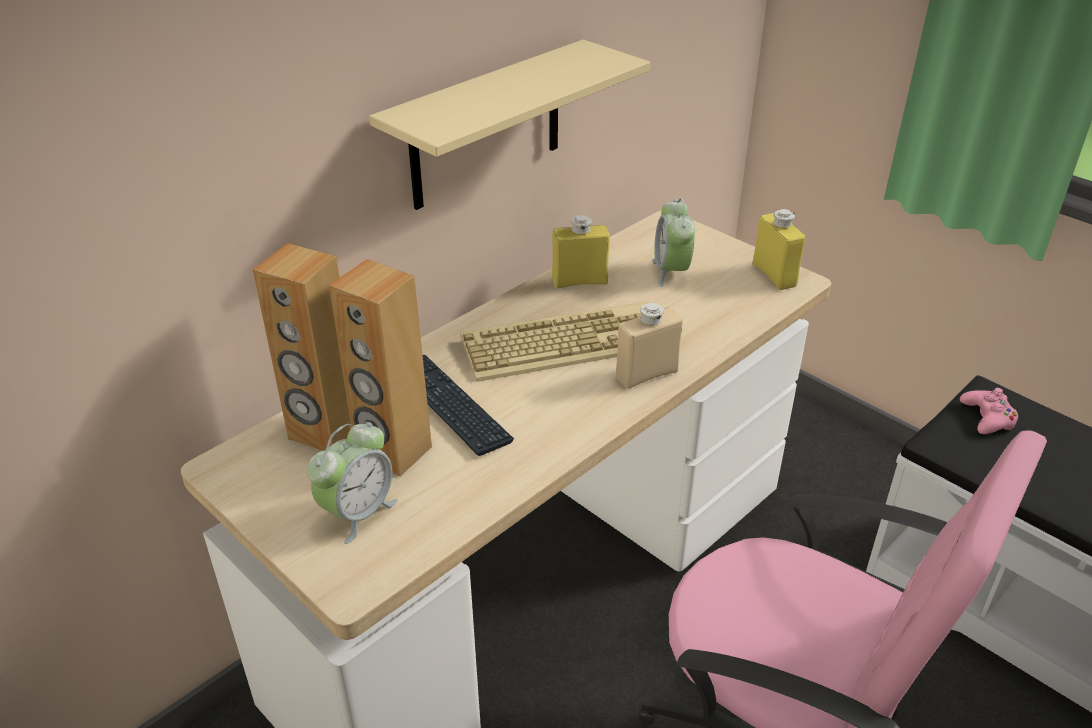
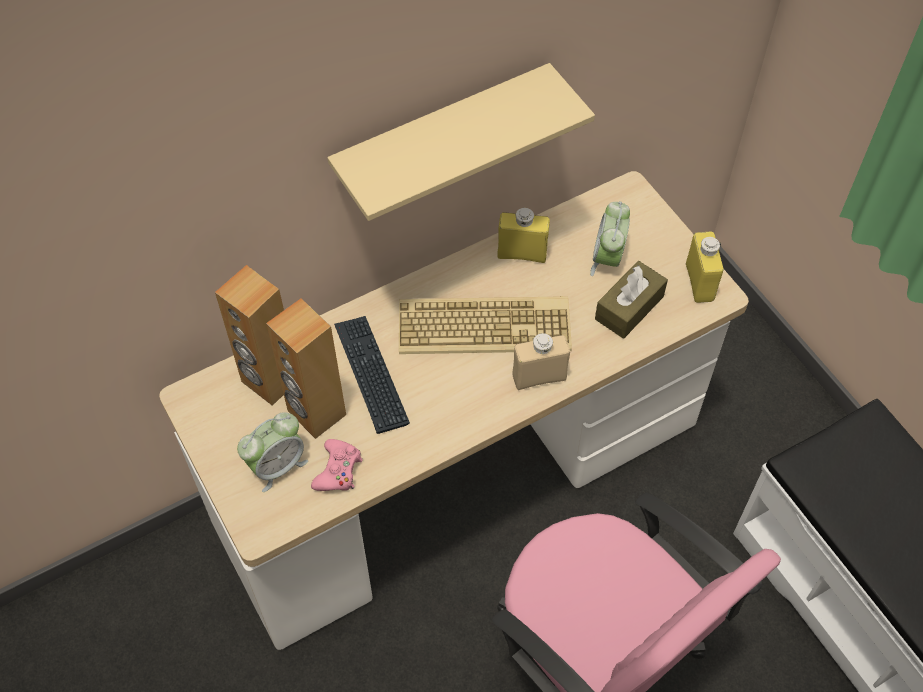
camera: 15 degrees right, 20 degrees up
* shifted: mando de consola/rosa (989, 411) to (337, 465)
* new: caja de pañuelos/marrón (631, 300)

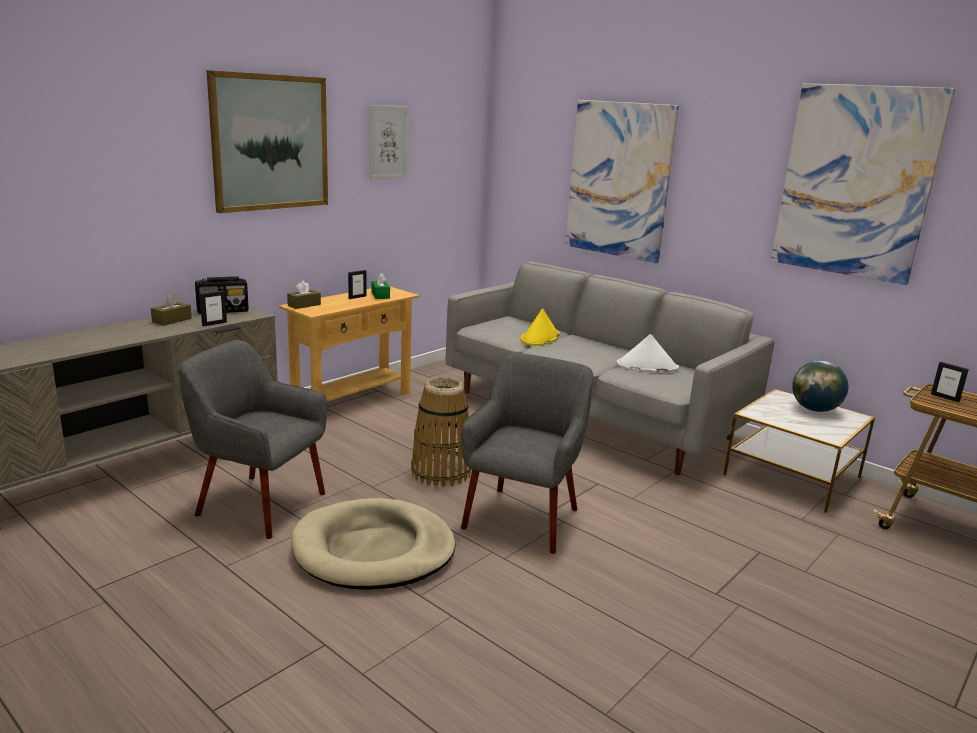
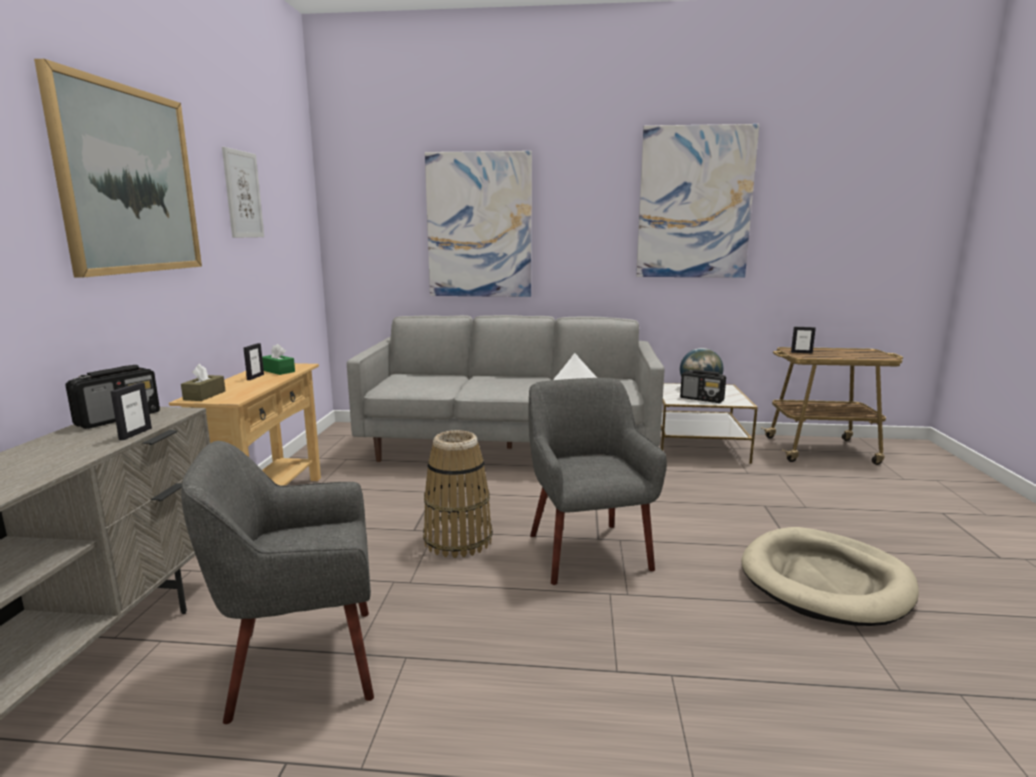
camera: 35 degrees left, 5 degrees down
* gone: caja de pañuelos/marrón (171, 309)
* gone: sombrero/amarillo (540, 327)
* shifted: cama para perro/beis (373, 544) to (830, 576)
* new: radio (703, 386)

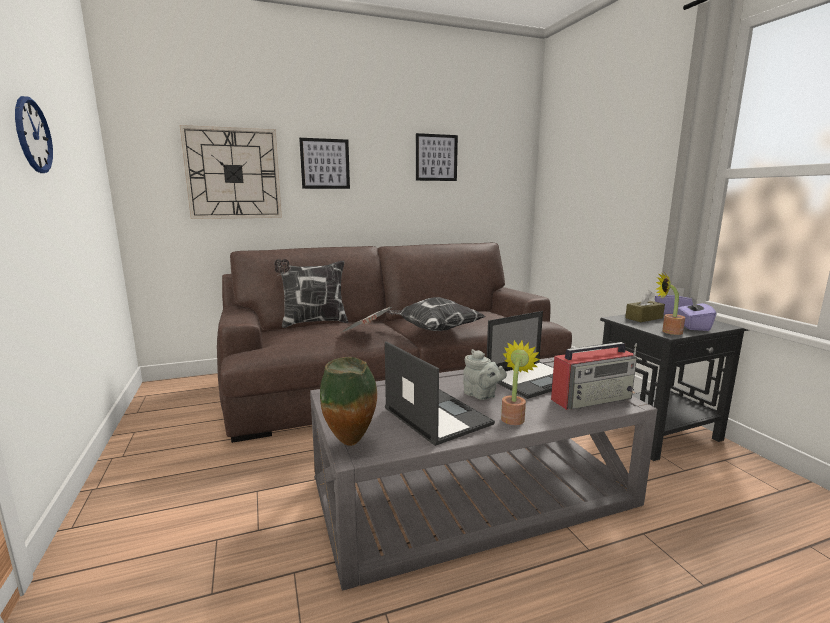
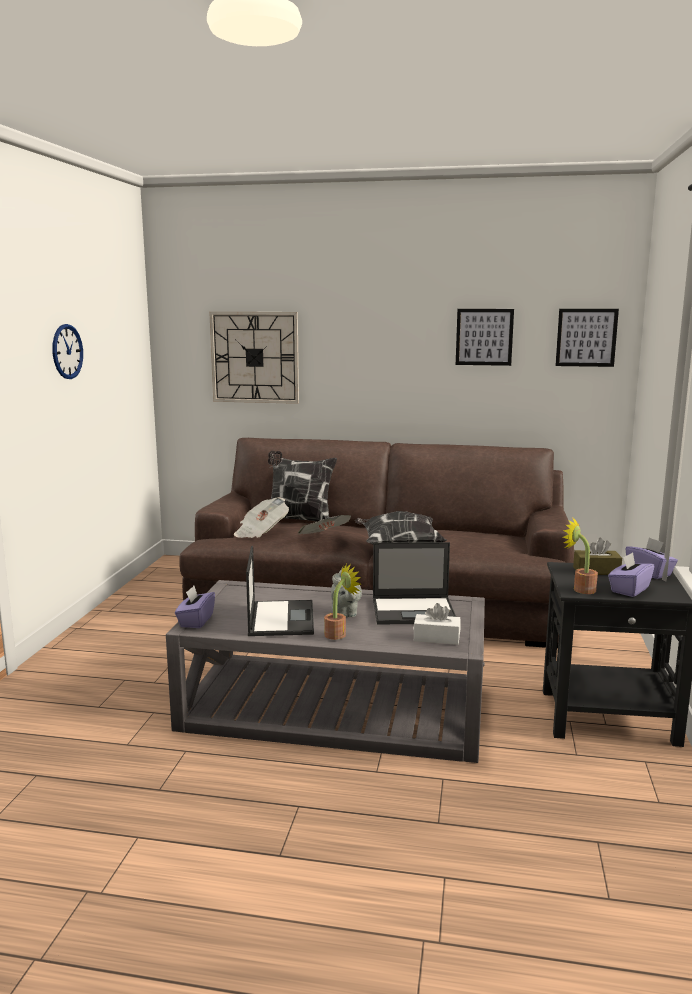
camera: 30 degrees right, 0 degrees up
* shifted: cuadro (324, 163) to (587, 338)
* swapped: radio (594, 376) to caja de pañuelos/blanco (437, 624)
* swapped: florero (348, 401) to caja de pañuelos/morado (195, 607)
* new: periódico (261, 517)

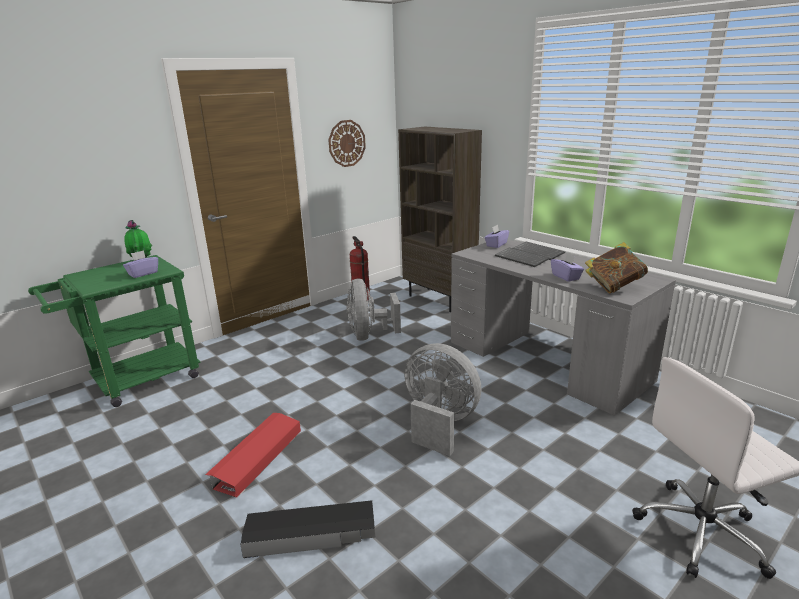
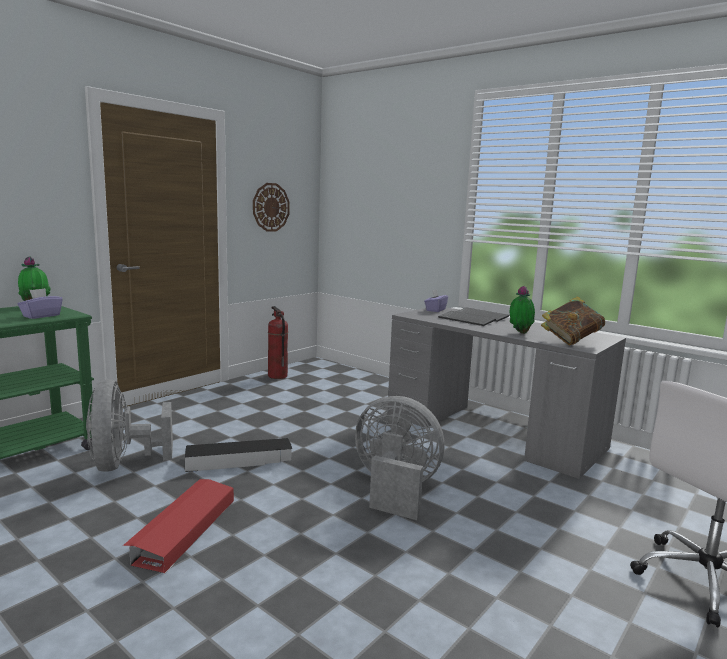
camera: 10 degrees left, 10 degrees down
* gone: estantería/marrón (440, 219)
* swapped: caja de pañuelos/morado (567, 267) to planta en maceta (522, 310)
* shifted: ventilador/gris (373, 310) to (129, 425)
* shifted: caja de almacenaje/negro (307, 529) to (238, 455)

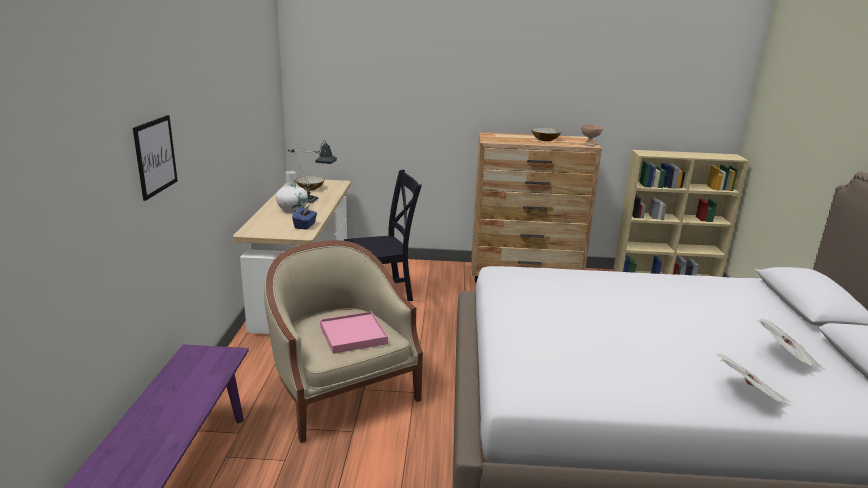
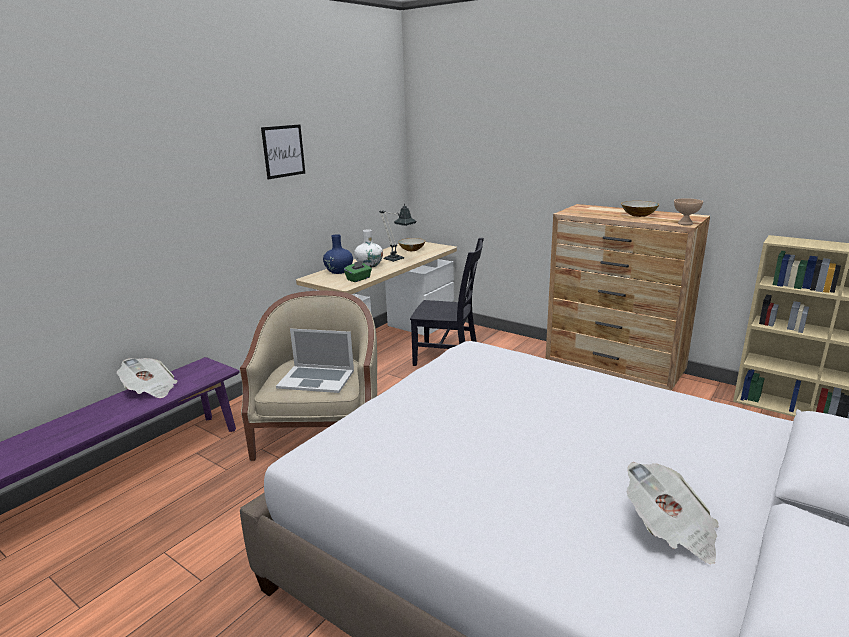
camera: 35 degrees right, 0 degrees up
* shifted: cuadro (155, 158) to (283, 151)
* repainted: caja de pañuelos/azul (304, 218) to caja de pañuelos/verde (358, 271)
* swapped: bandeja/rosa (354, 332) to portátil (315, 361)
* shifted: periódico (754, 379) to (147, 378)
* new: florero/azul (338, 254)

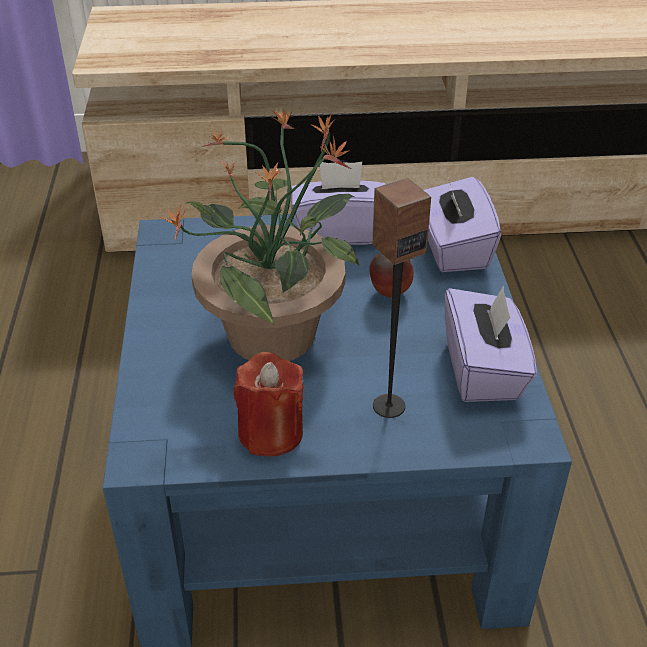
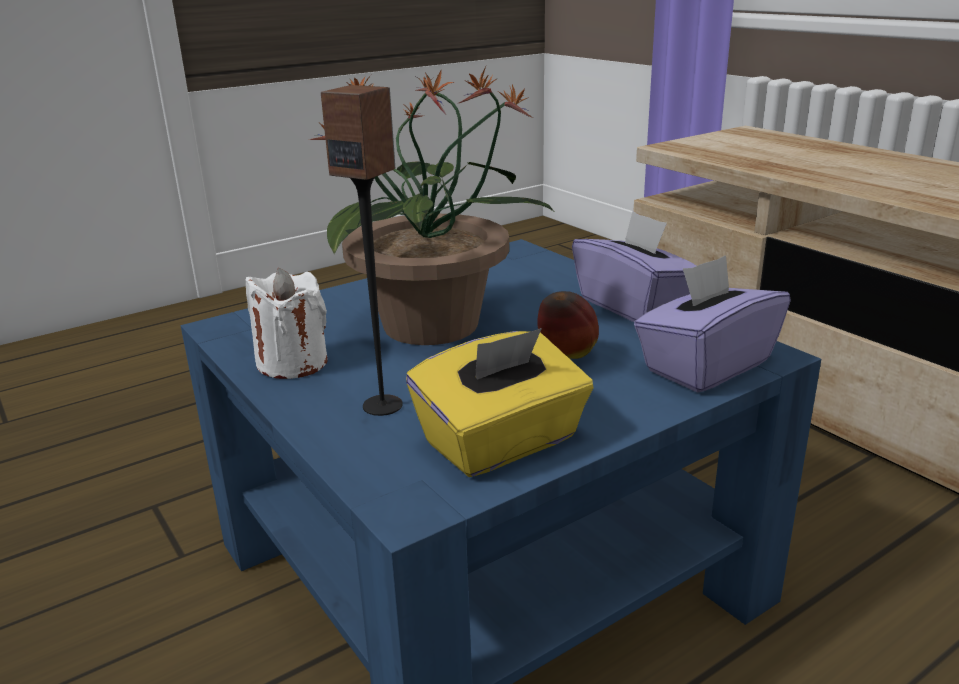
camera: 60 degrees right, 15 degrees down
* repainted: caja de pañuelos/morado (490, 343) to caja de pañuelos/amarillo (500, 402)
* repainted: vela/rojo (269, 404) to vela/blanco (287, 323)

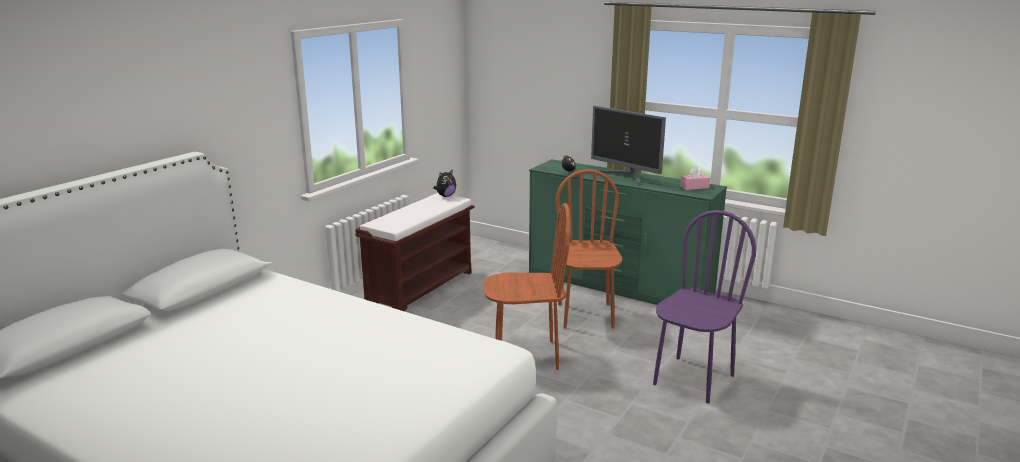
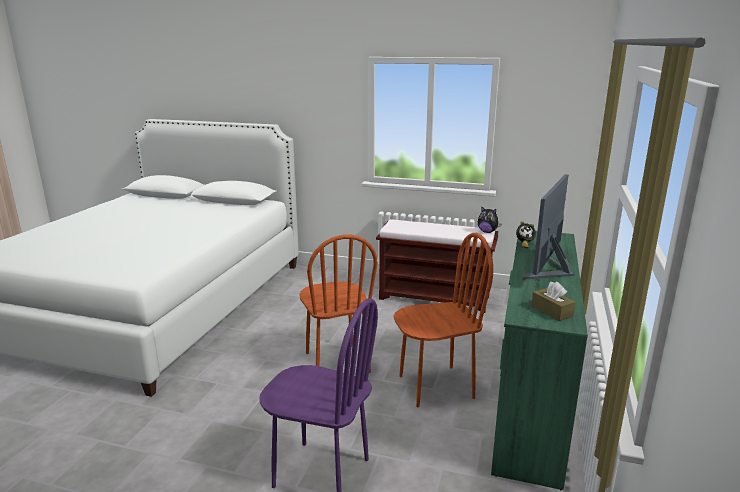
camera: 75 degrees right, 0 degrees up
* repainted: caja de pañuelos/rosa (695, 178) to caja de pañuelos/marrón (554, 301)

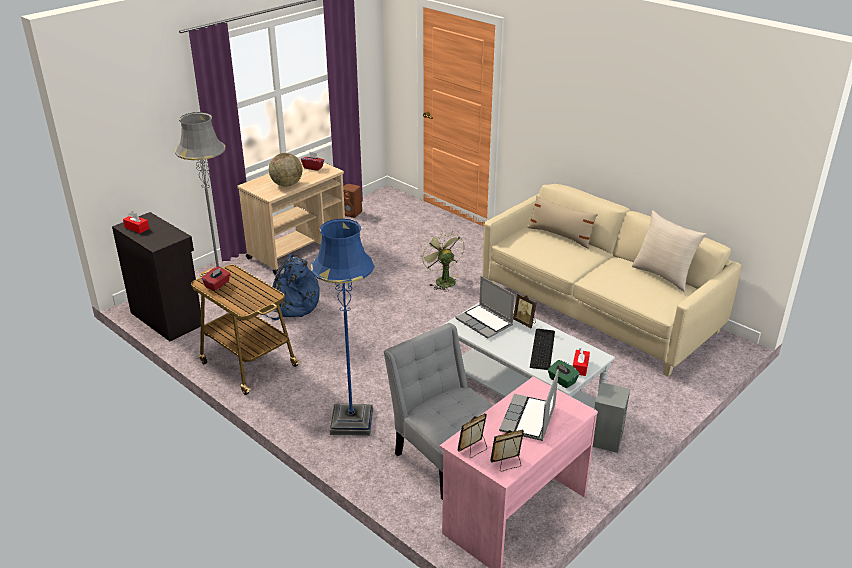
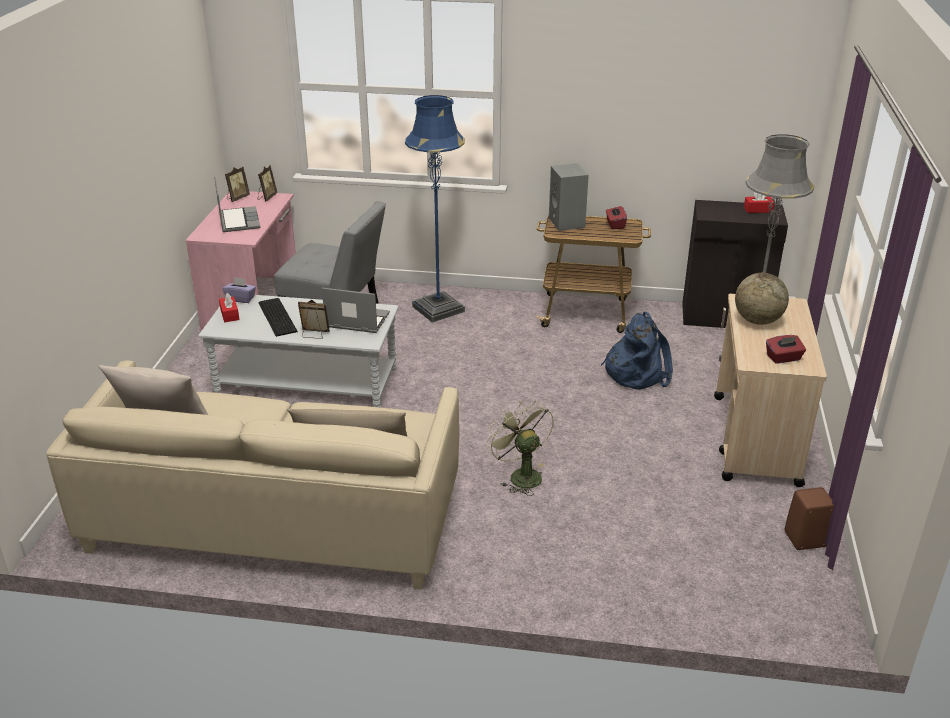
camera: 145 degrees right, 0 degrees up
* rotated: ventilador/verde (442, 261) = (520, 448) 150 degrees counterclockwise
* repainted: caja de pañuelos/verde (564, 374) to caja de pañuelos/morado (239, 290)
* shifted: altavoz/gris (611, 417) to (569, 197)

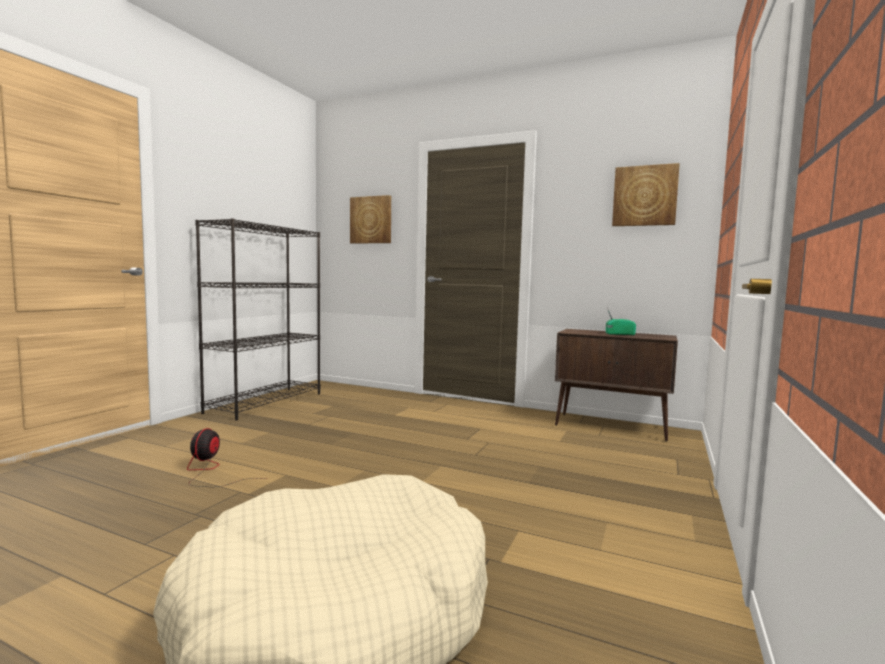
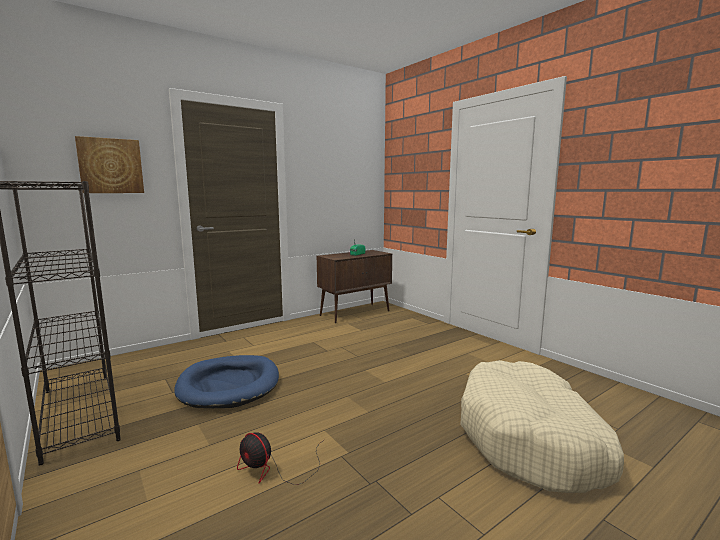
camera: 60 degrees left, 5 degrees up
* gone: cuadro (646, 194)
* new: cama para perro/azul (226, 381)

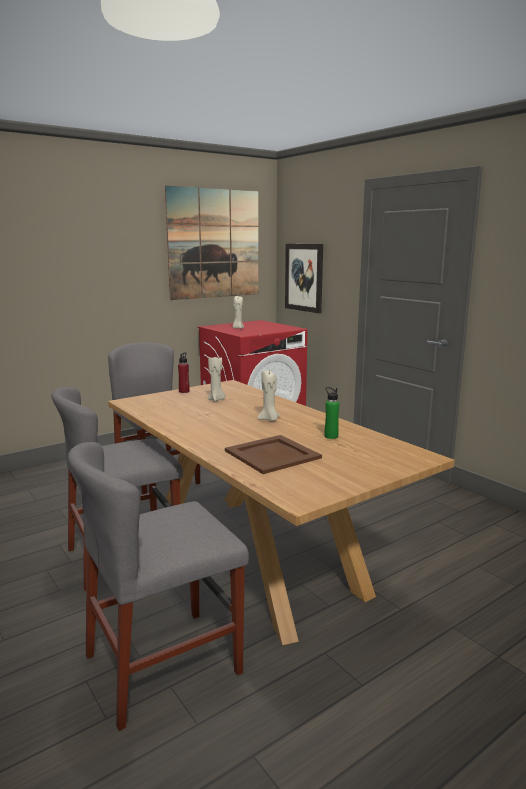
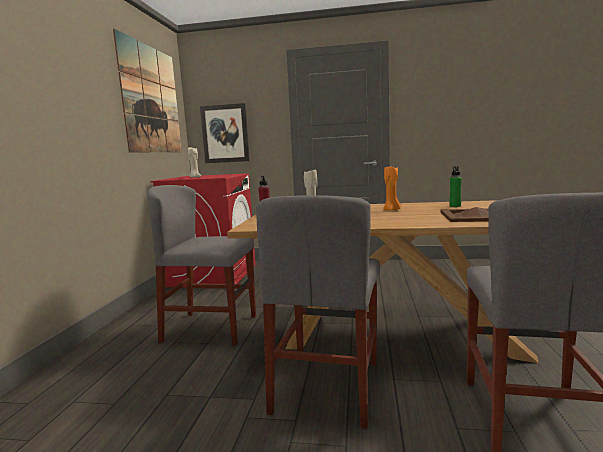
camera: 45 degrees left, 5 degrees down
* repainted: vela/beis (268, 395) to vela/naranja (392, 188)

